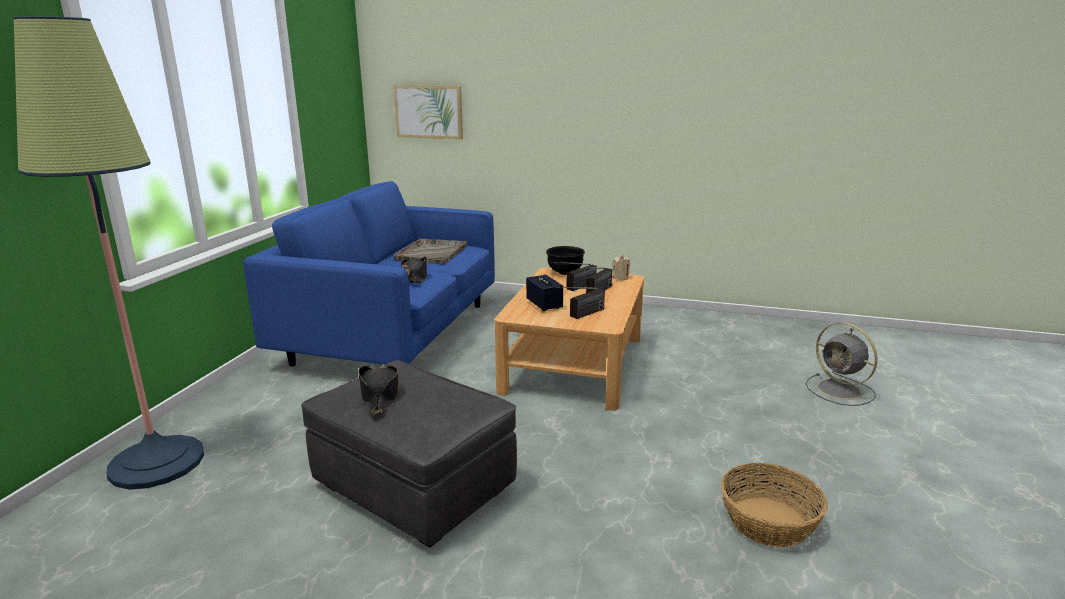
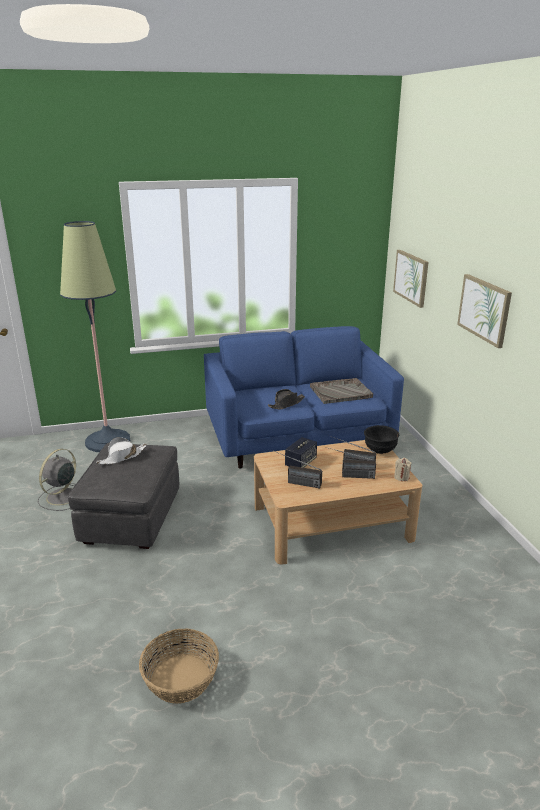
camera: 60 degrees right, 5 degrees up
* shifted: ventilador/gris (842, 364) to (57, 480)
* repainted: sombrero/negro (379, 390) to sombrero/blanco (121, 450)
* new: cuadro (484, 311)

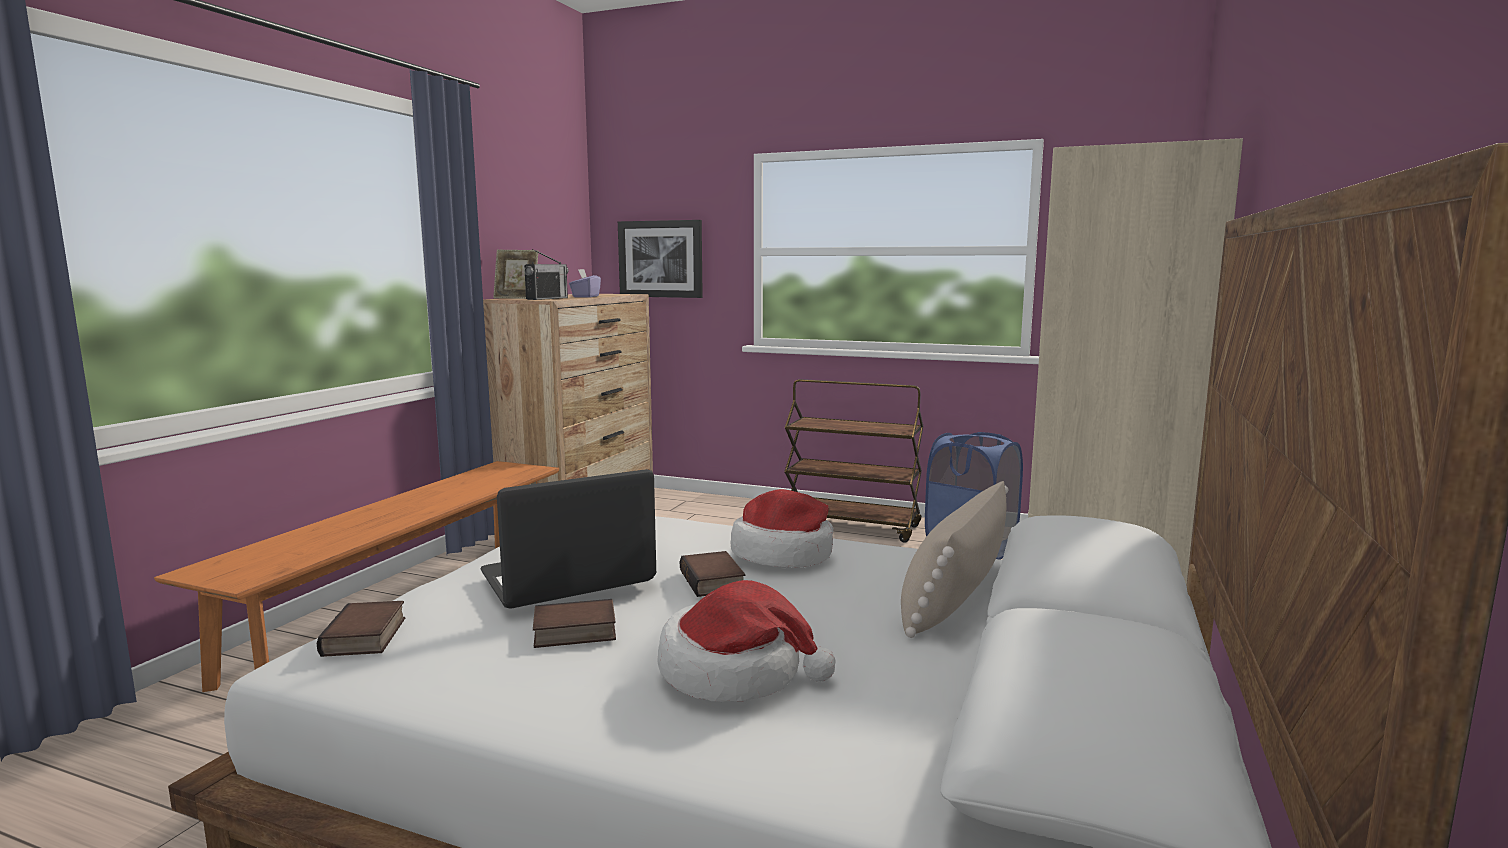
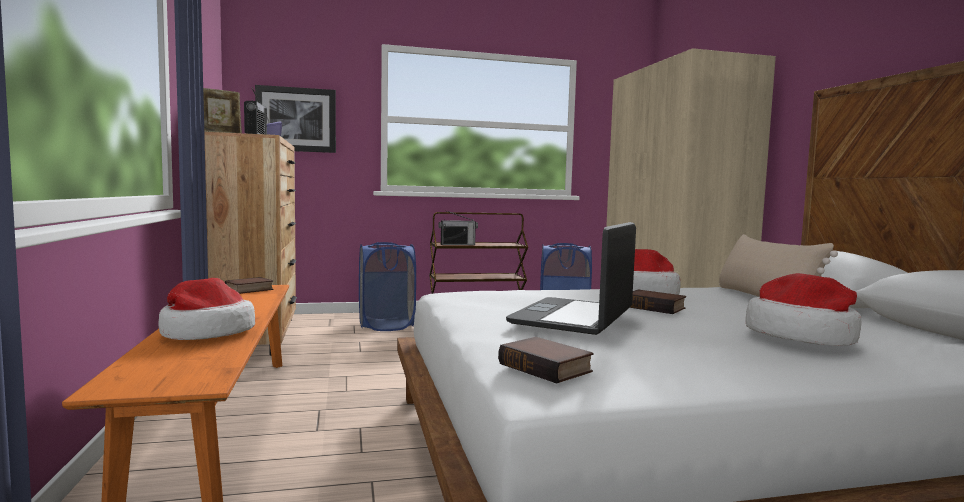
camera: 35 degrees left, 5 degrees down
* shifted: libro (574, 623) to (249, 285)
* new: radio (458, 227)
* new: cesto de la ropa/azul (387, 286)
* new: sombrero (207, 309)

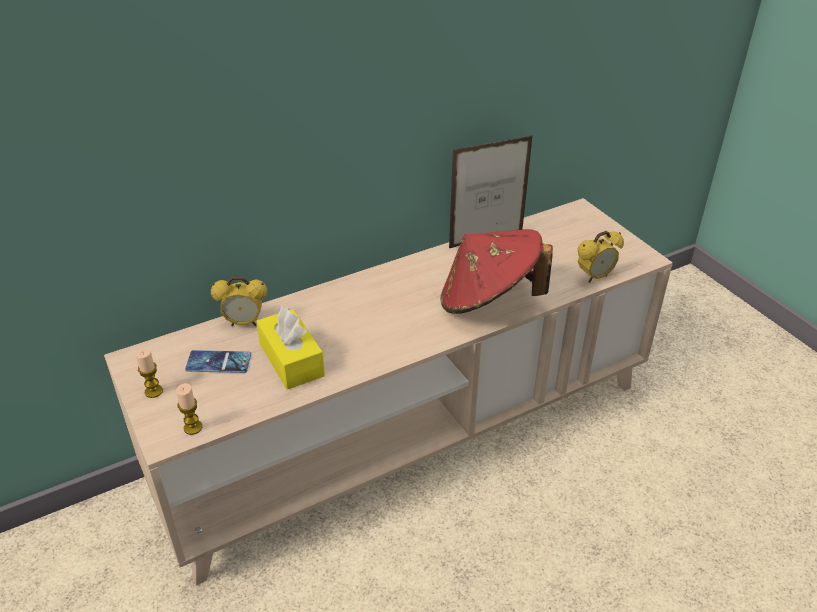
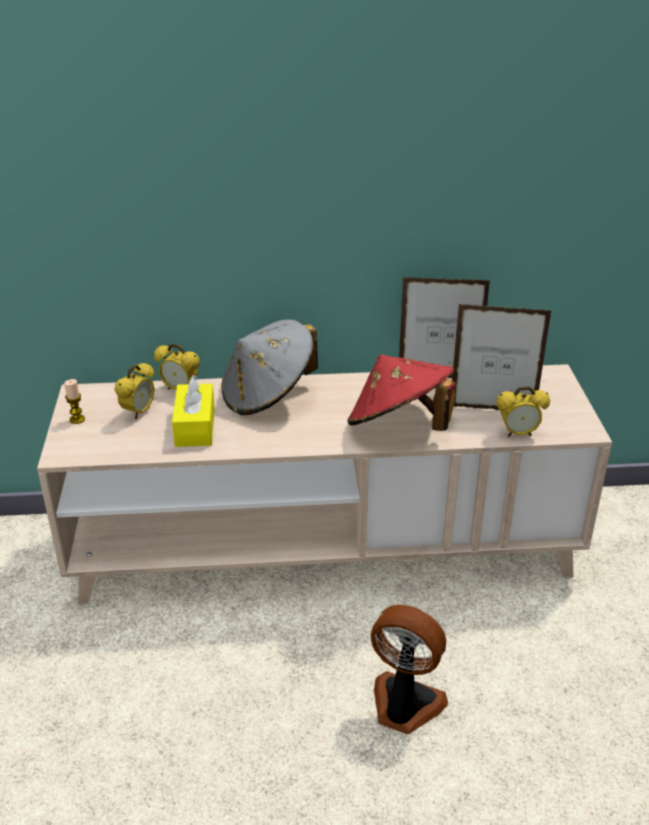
camera: 25 degrees right, 5 degrees down
* swapped: móvil (218, 361) to despertador (135, 390)
* gone: vela (189, 409)
* new: portarretratos (502, 357)
* new: sombrero/gris (270, 367)
* new: ventilador (409, 669)

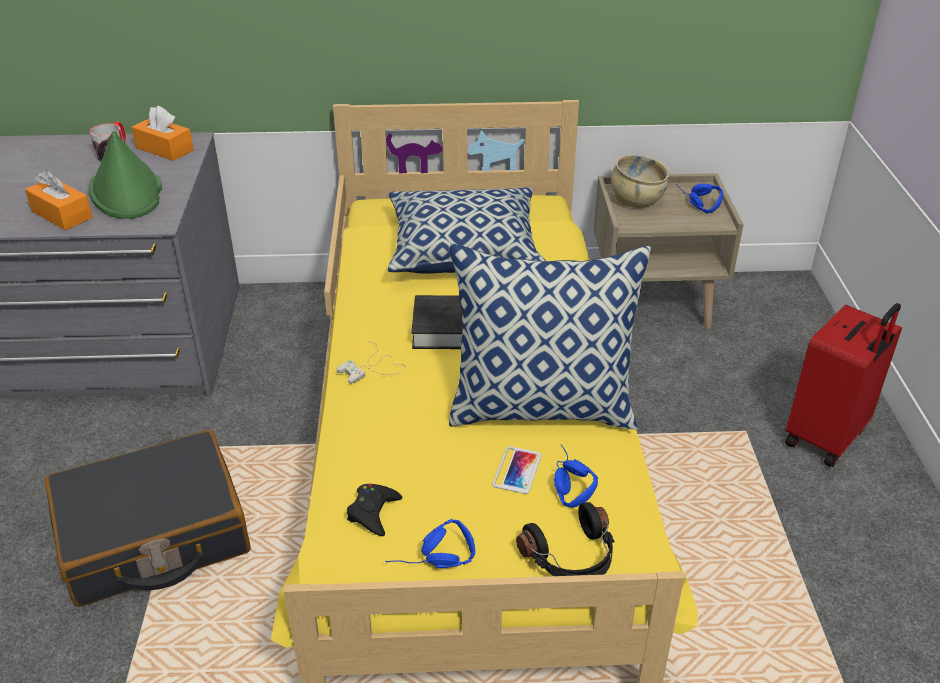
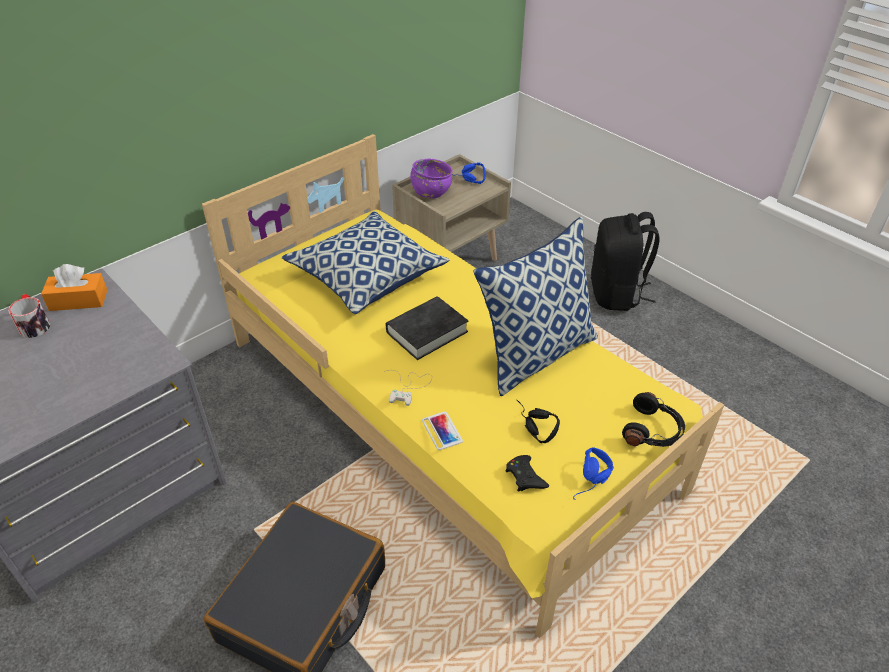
camera: 40 degrees left, 5 degrees up
* gone: sombrero/verde (125, 175)
* repainted: cuenco/beis (640, 181) to cuenco/morado (431, 178)
* gone: caja de pañuelos/naranja (59, 200)
* swapped: maleta/rojo (843, 385) to mochila/negro (625, 261)
* gone: auriculares/azul (576, 476)
* shifted: móvil (517, 470) to (442, 431)
* new: auriculares/negro (538, 421)

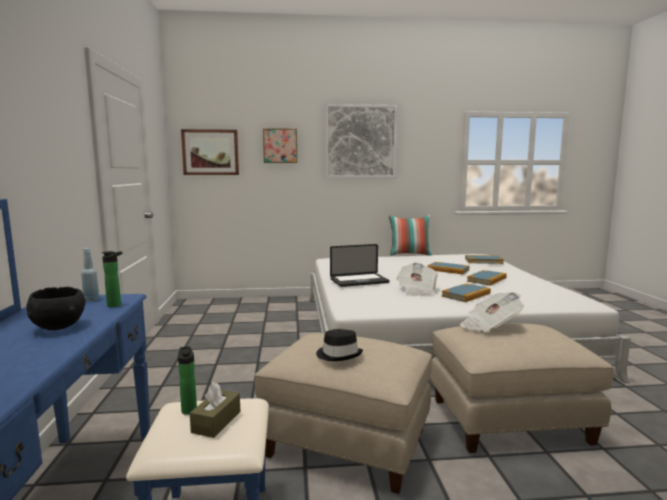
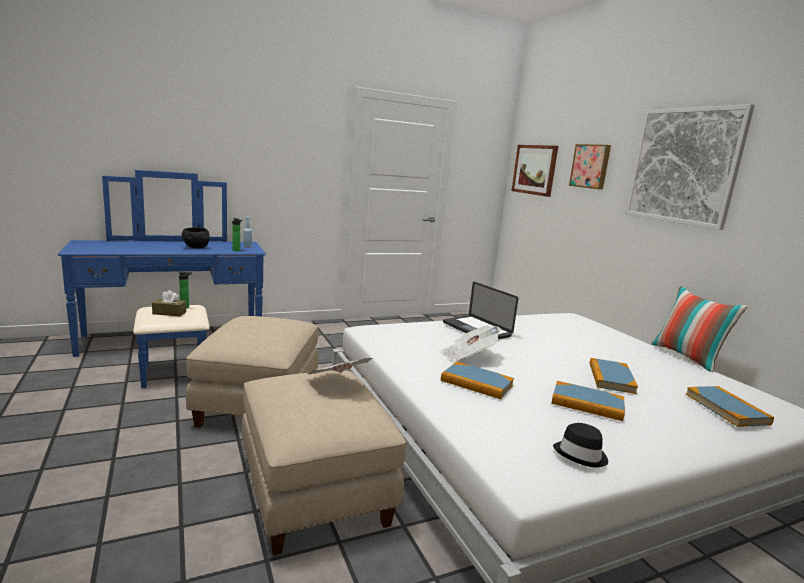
camera: 70 degrees right, 5 degrees up
* shifted: sombrero/negro (339, 345) to (580, 445)

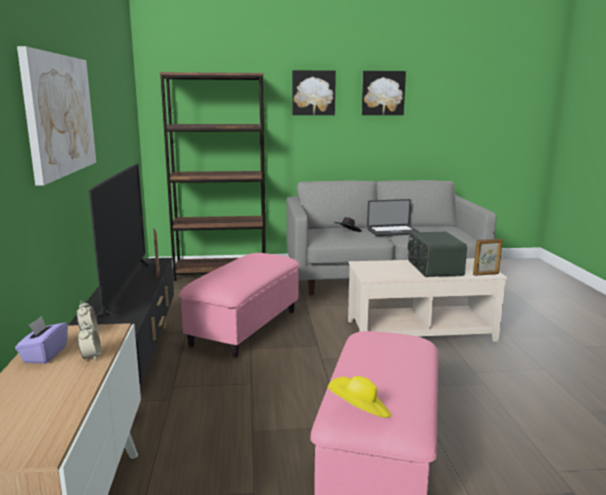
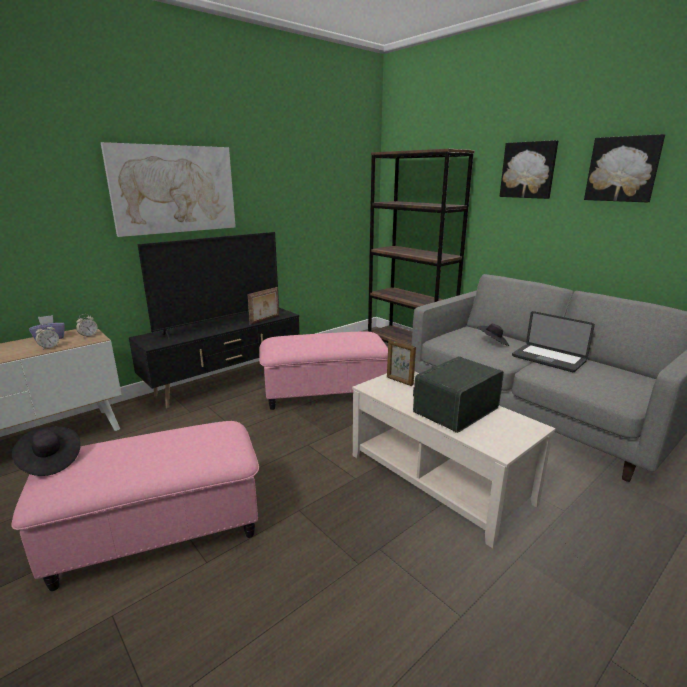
camera: 55 degrees right, 5 degrees up
* shifted: portarretratos (488, 257) to (401, 362)
* repainted: sombrero/amarillo (359, 397) to sombrero/negro (46, 451)

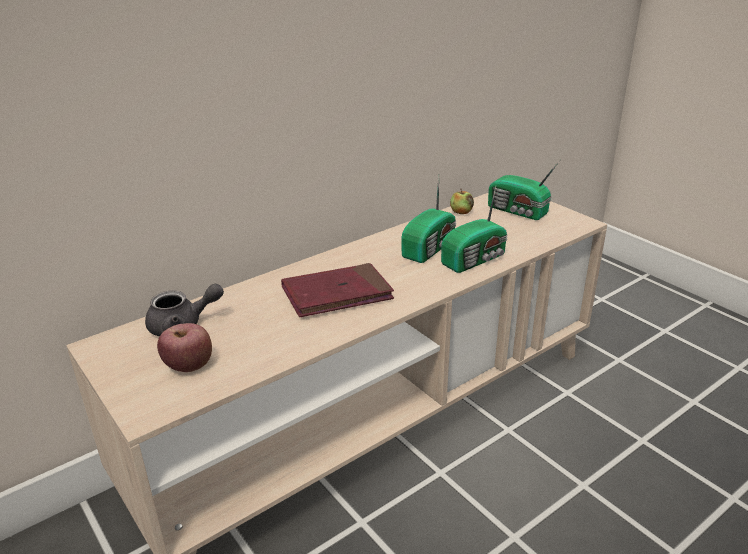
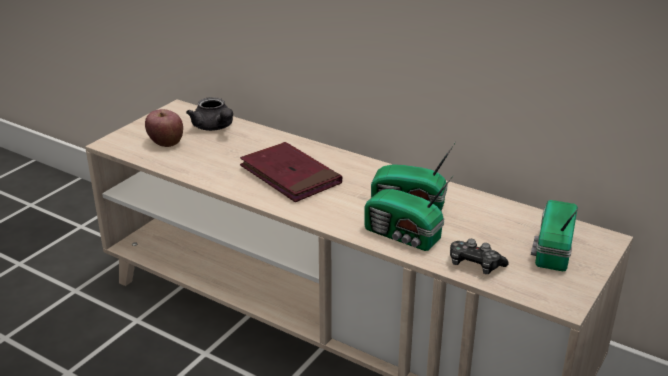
camera: 70 degrees right, 0 degrees up
* gone: manzana (462, 201)
* new: mando de consola (479, 256)

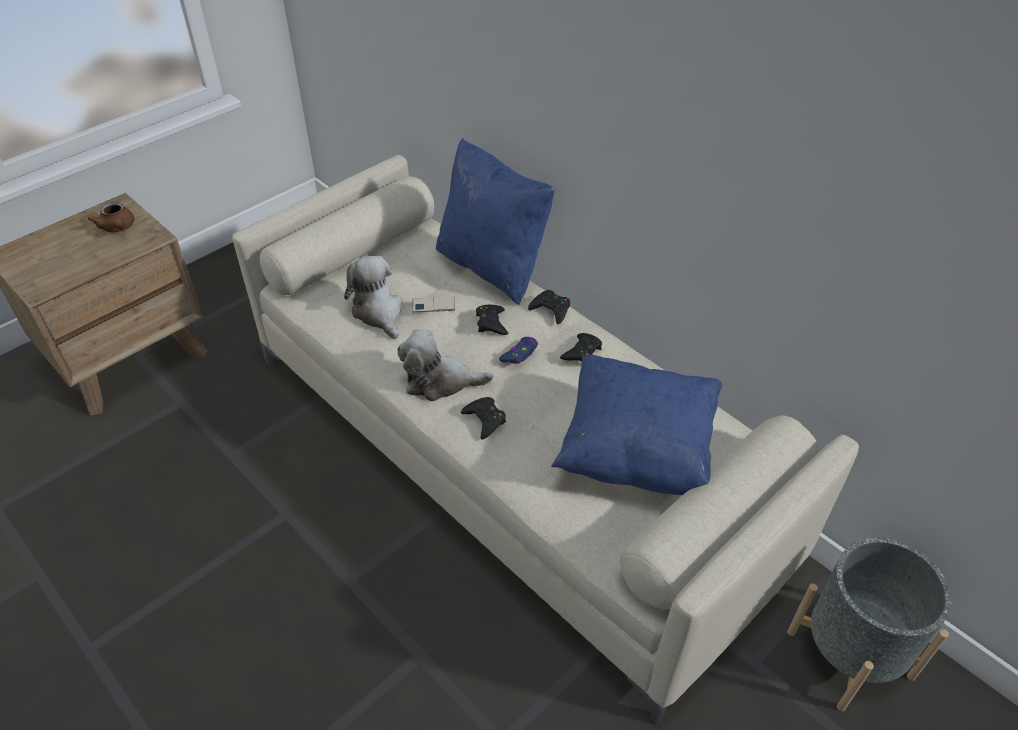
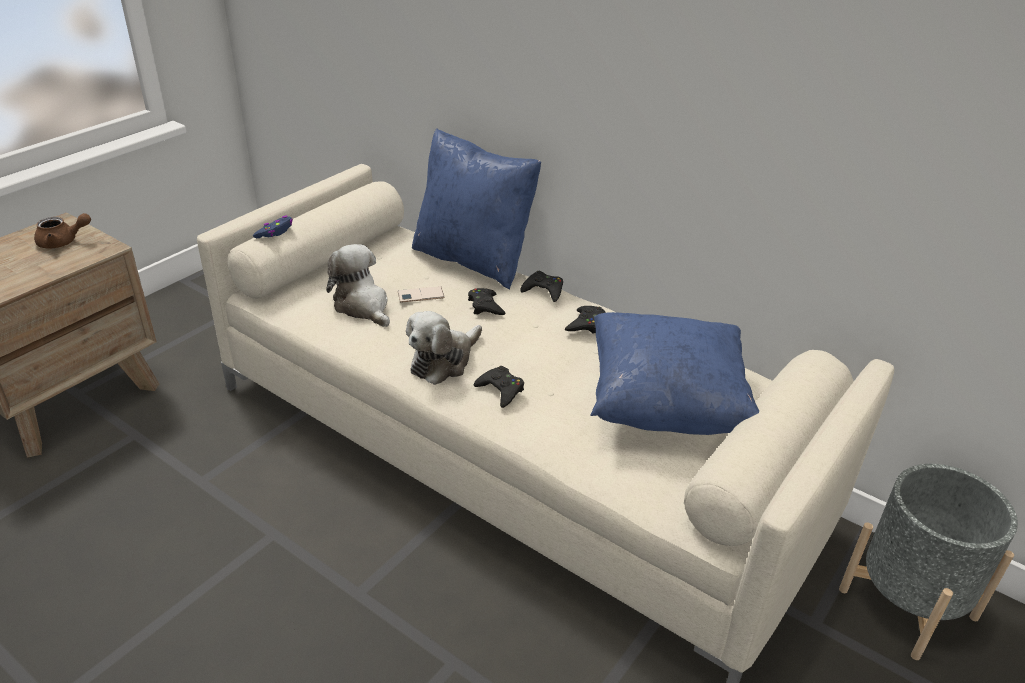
camera: 10 degrees left, 10 degrees down
* rotated: tetera/marrón (111, 217) = (62, 230) 60 degrees counterclockwise
* rotated: peluche (445, 365) = (444, 348) 45 degrees counterclockwise
* shifted: mando de consola/azul (518, 350) to (273, 227)

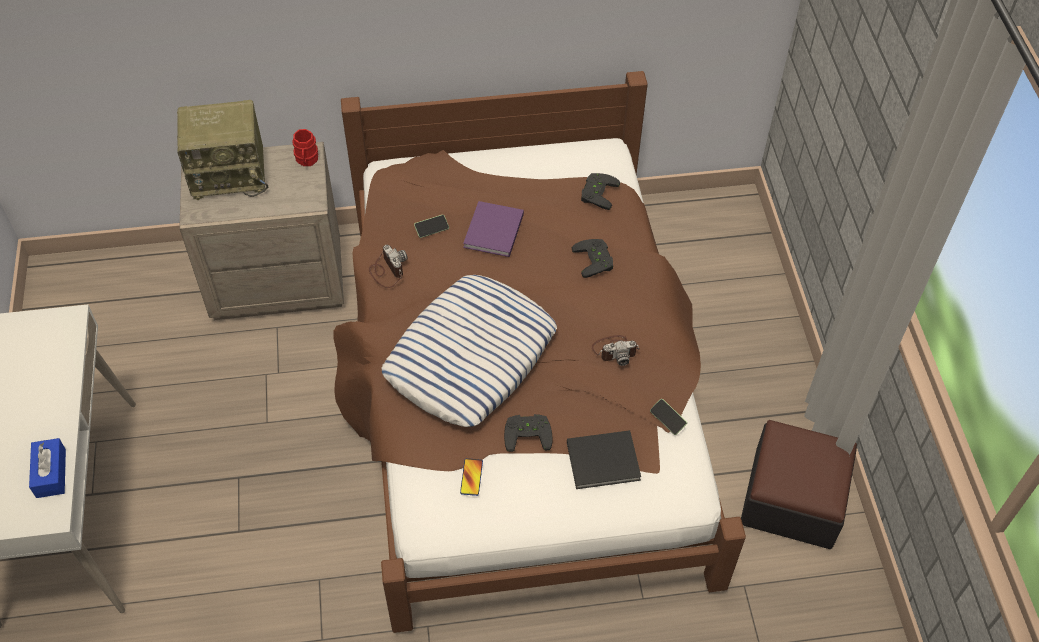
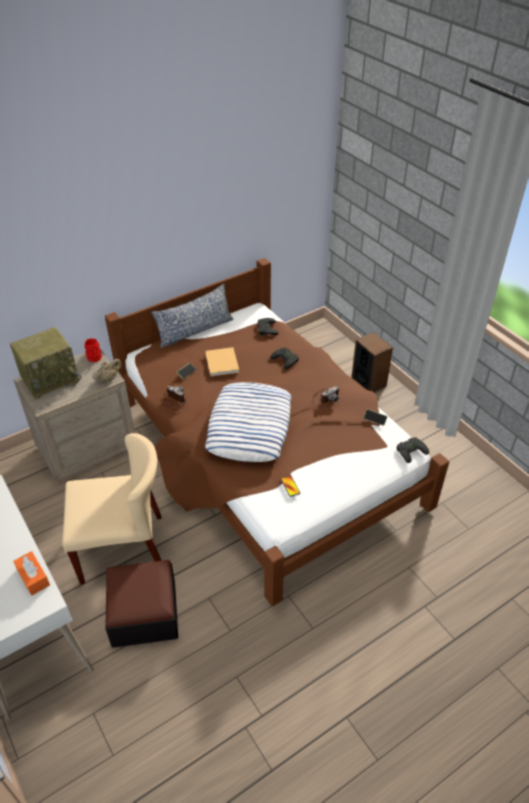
camera: 25 degrees left, 10 degrees down
* repainted: libro/morado (493, 229) to libro/beis (222, 361)
* shifted: mando de consola/negro (528, 433) to (413, 450)
* shifted: puf (799, 484) to (141, 604)
* gone: libro/negro (604, 459)
* repainted: caja de pañuelos/azul (47, 468) to caja de pañuelos/naranja (31, 573)
* new: cojín (192, 315)
* new: altavoz (372, 362)
* new: tetera/beis (107, 371)
* new: silla/beis (112, 508)

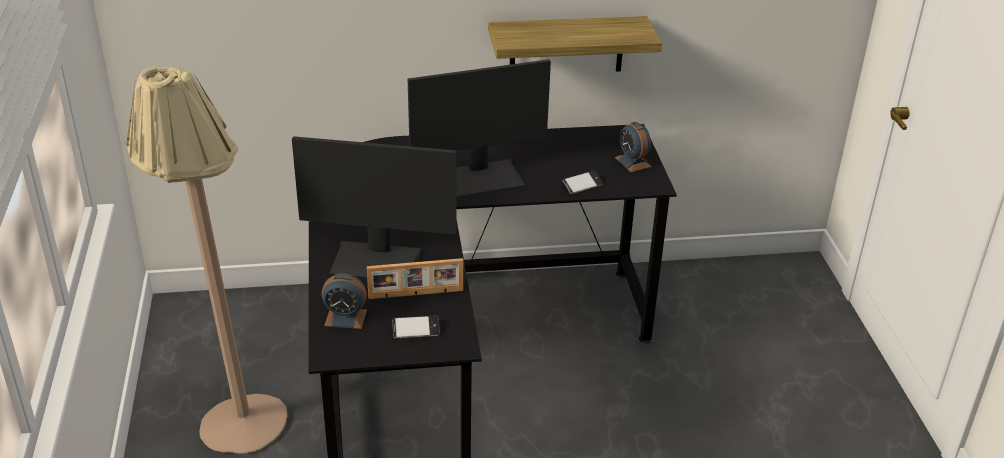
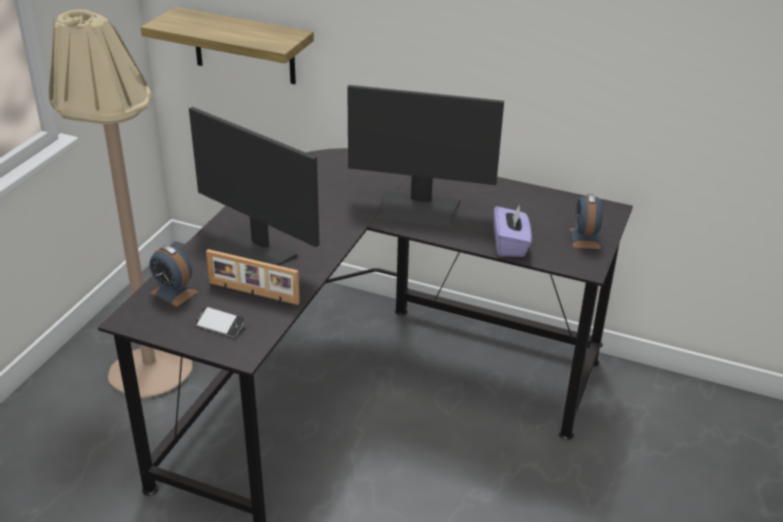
camera: 30 degrees right, 0 degrees up
* shifted: estante (575, 44) to (227, 45)
* swapped: móvil (583, 182) to caja de pañuelos/morado (513, 230)

